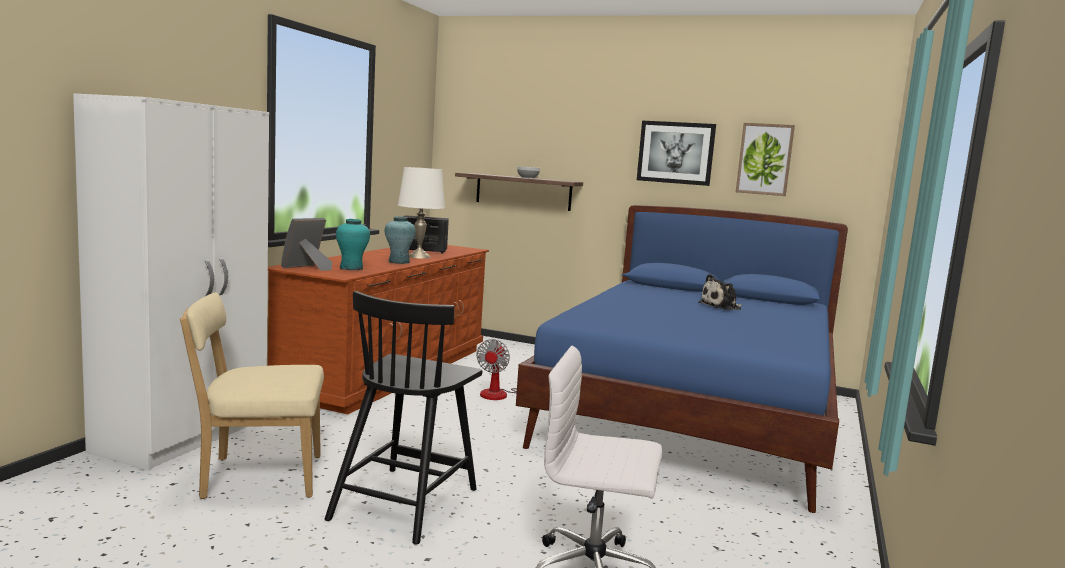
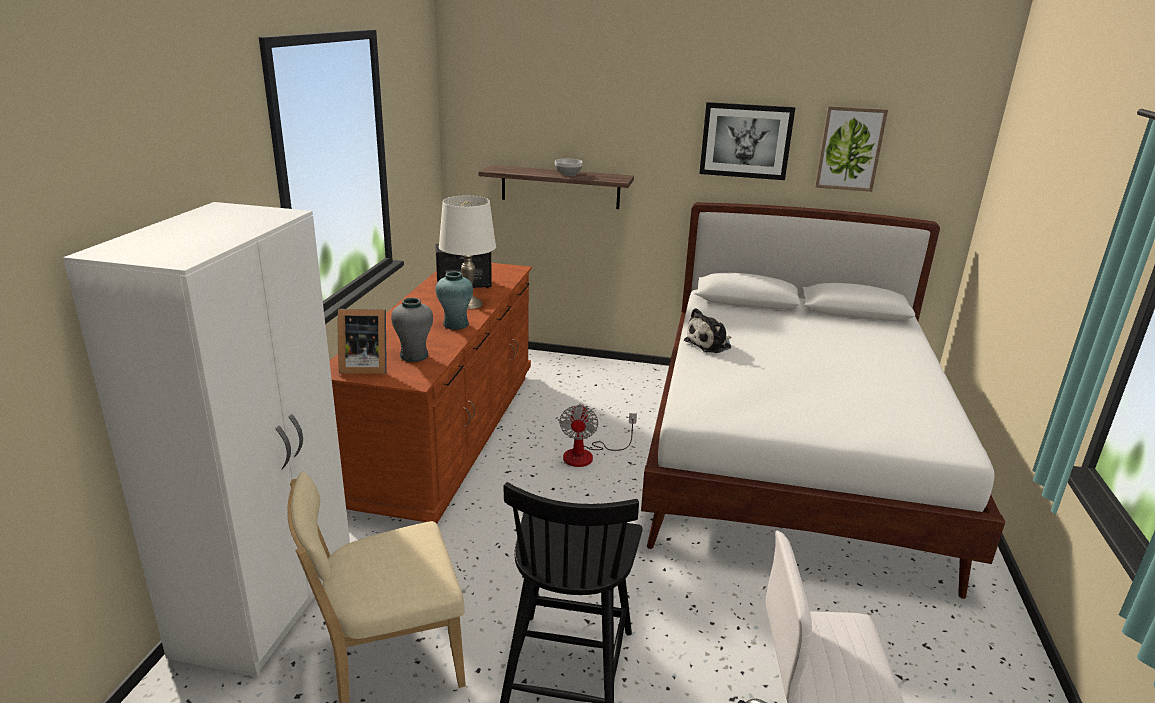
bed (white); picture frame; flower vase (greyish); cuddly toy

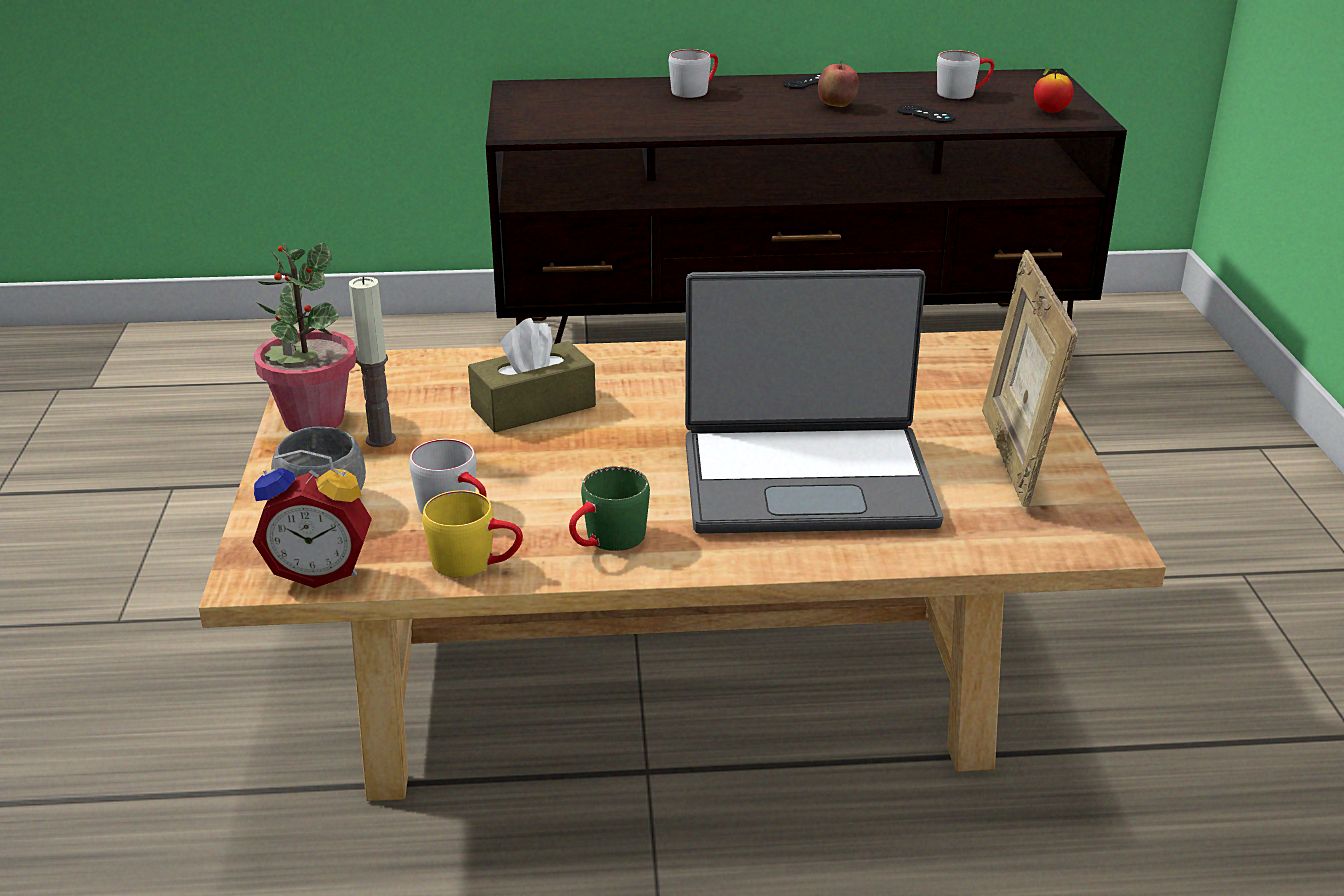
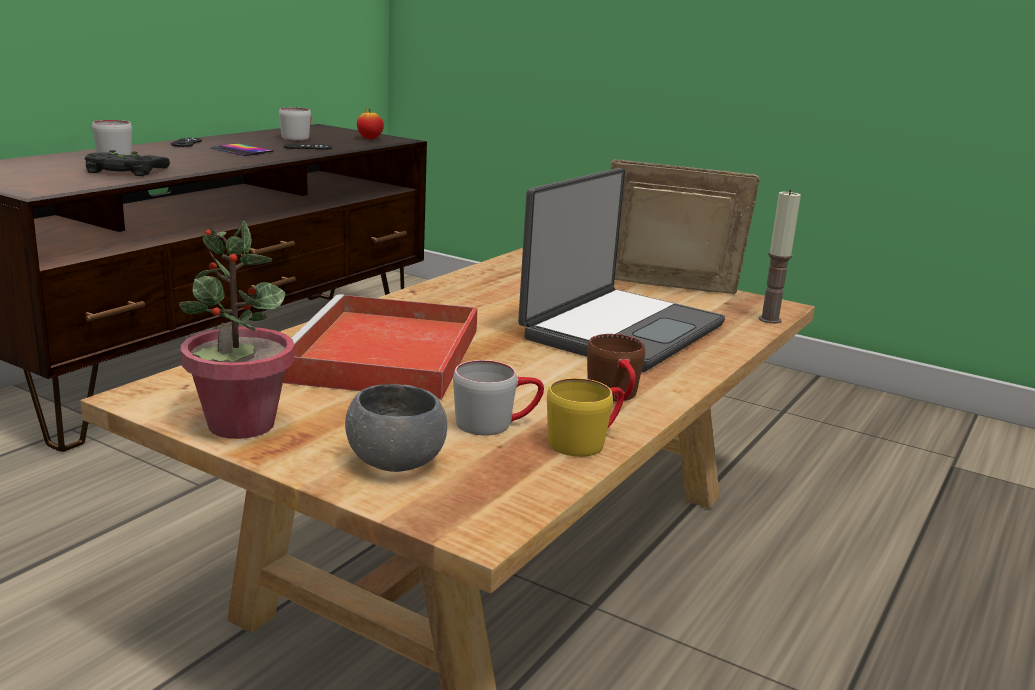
handset; picture frame; wax candle; serving tray (reddish); alarm clock; mug (brown); joypad (blackish) (no. 1 from left)

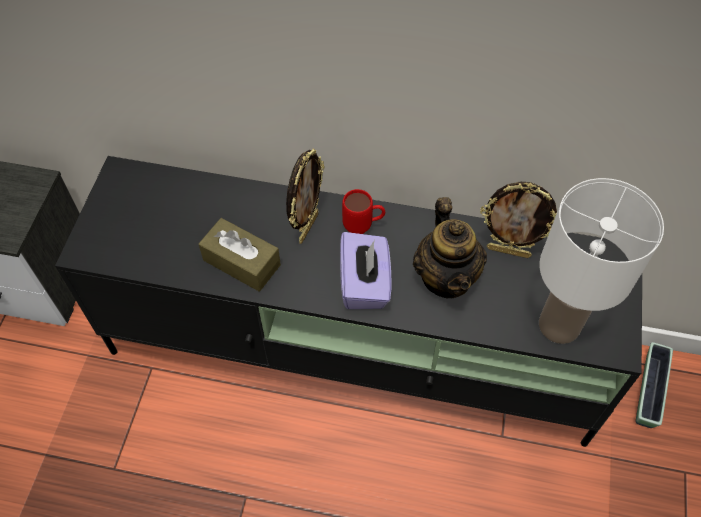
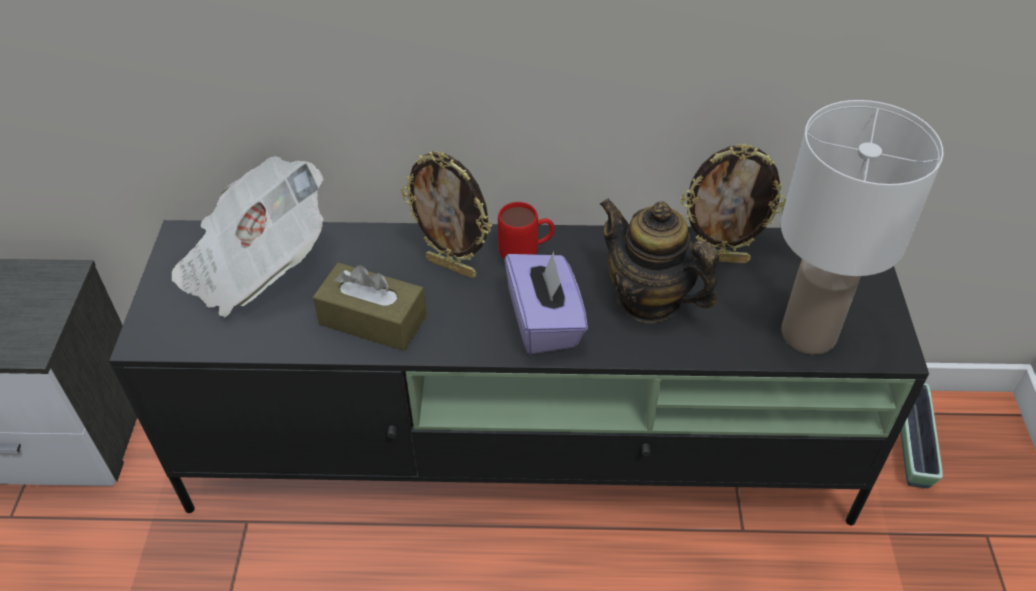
picture frame (no. 1 from left); tea pot; printed paper

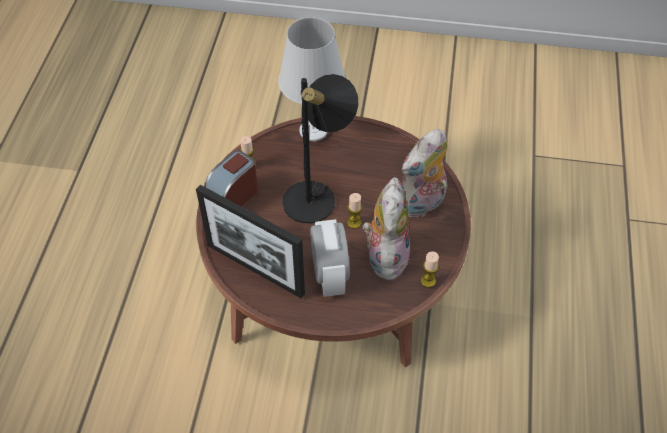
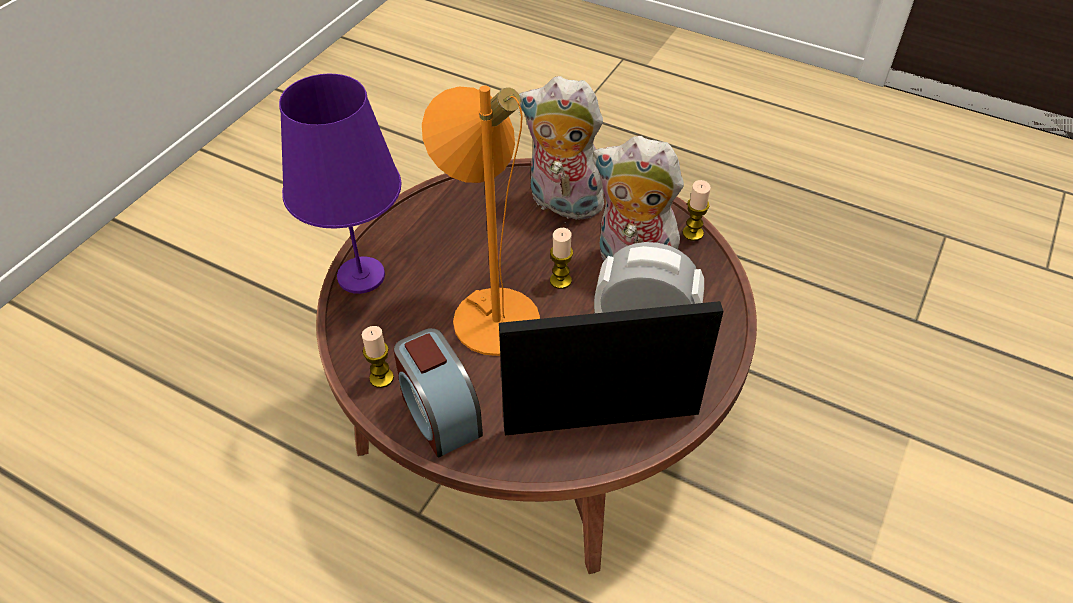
table lamp (purplish); table lamp (orange-coloured); cuddly toy (no. 1 from left); picture frame

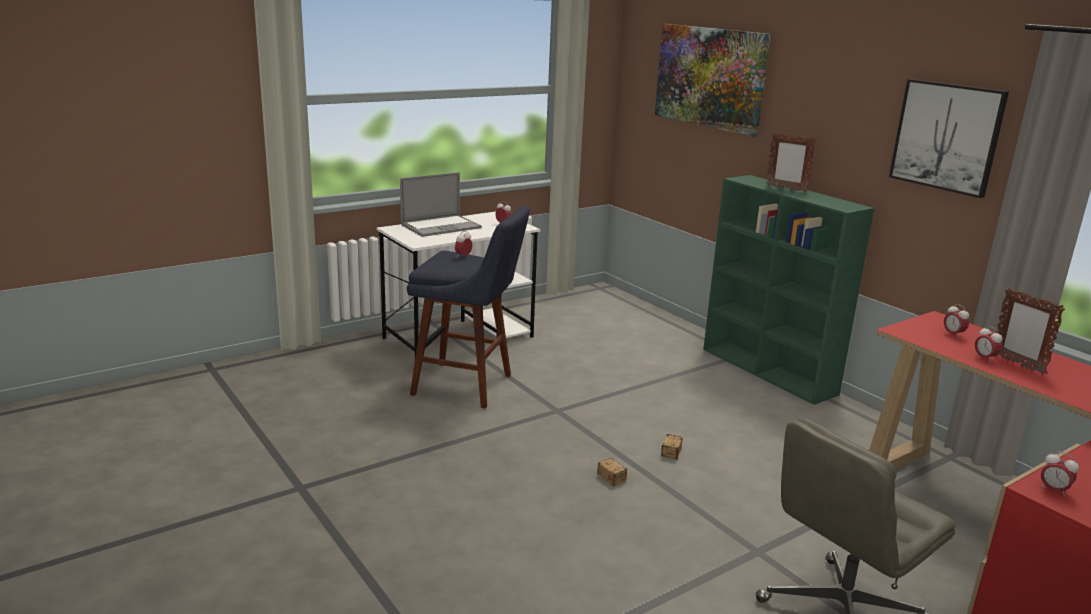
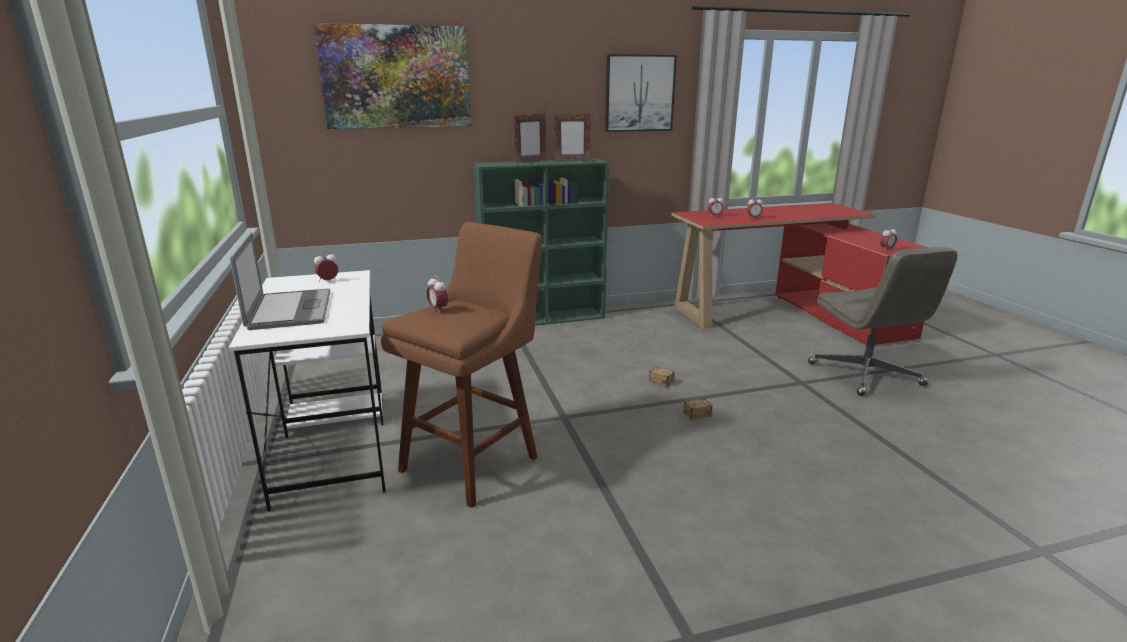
stool seat (brown); picture frame (no. 2 from left)

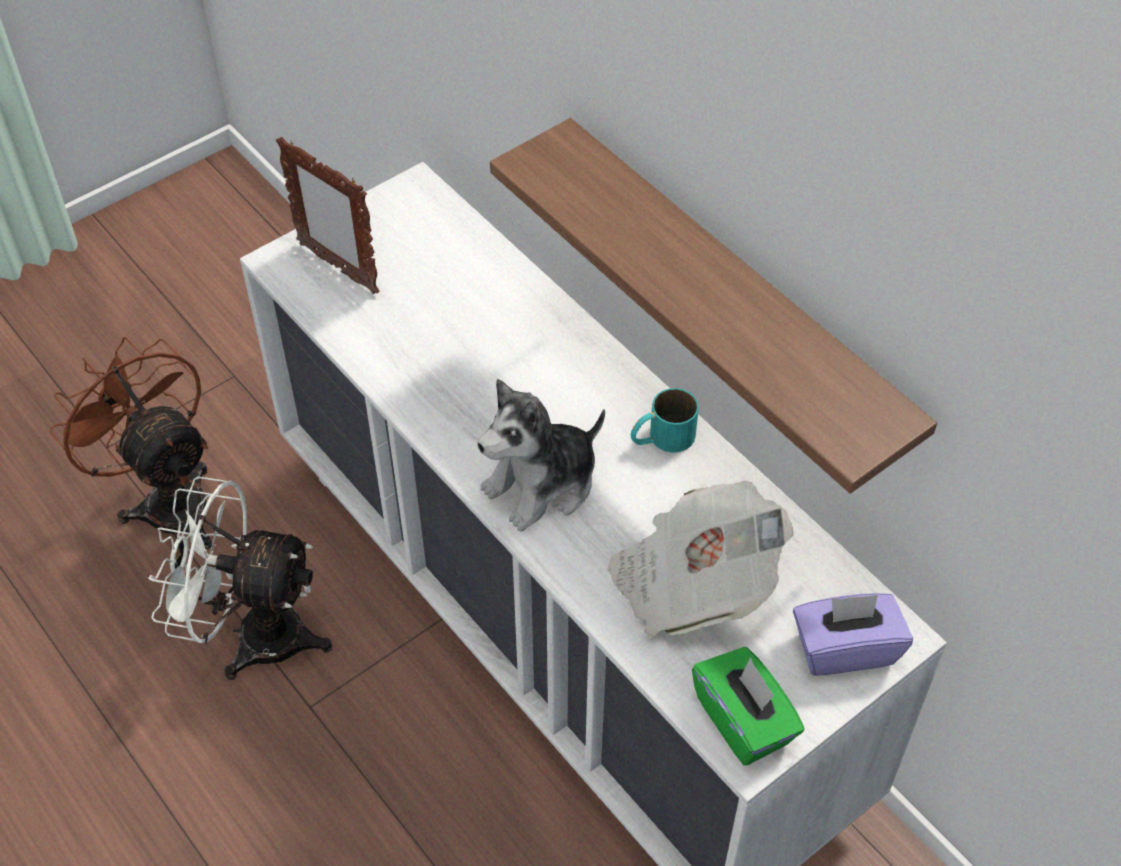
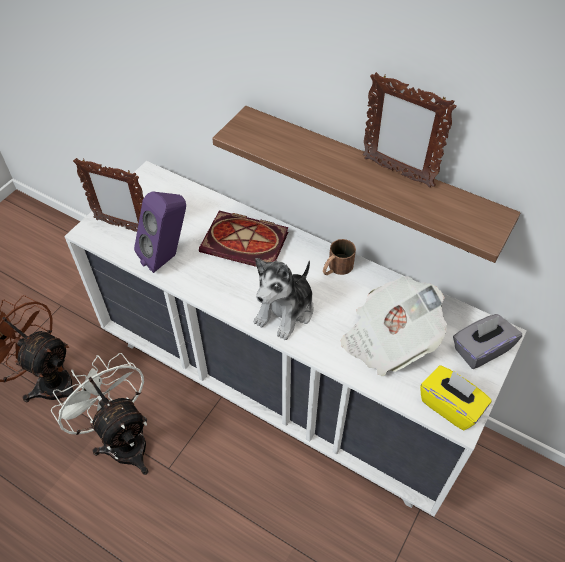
mug (brown); cooling fan (white); tissue holder (greyish); tissue holder (yellowish); picture frame (no. 2 from left); speaker (purplish); bound book

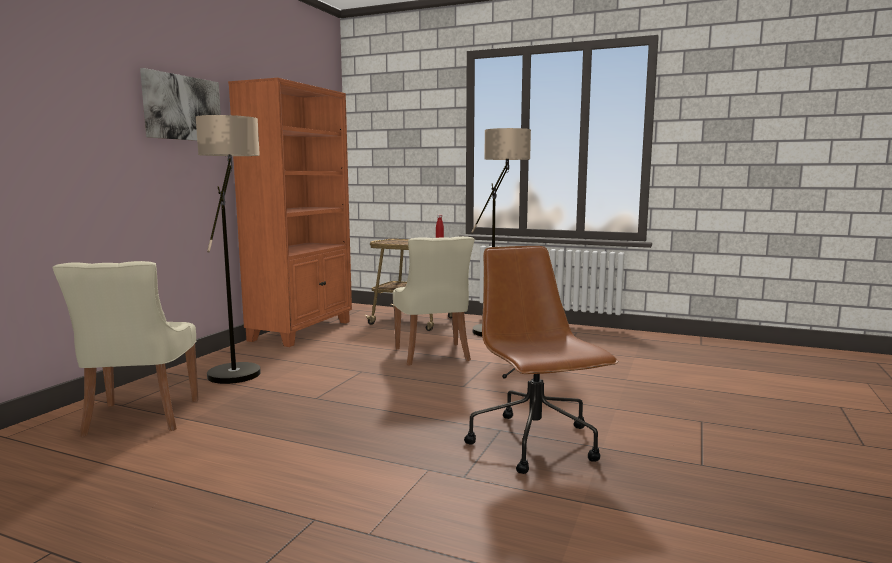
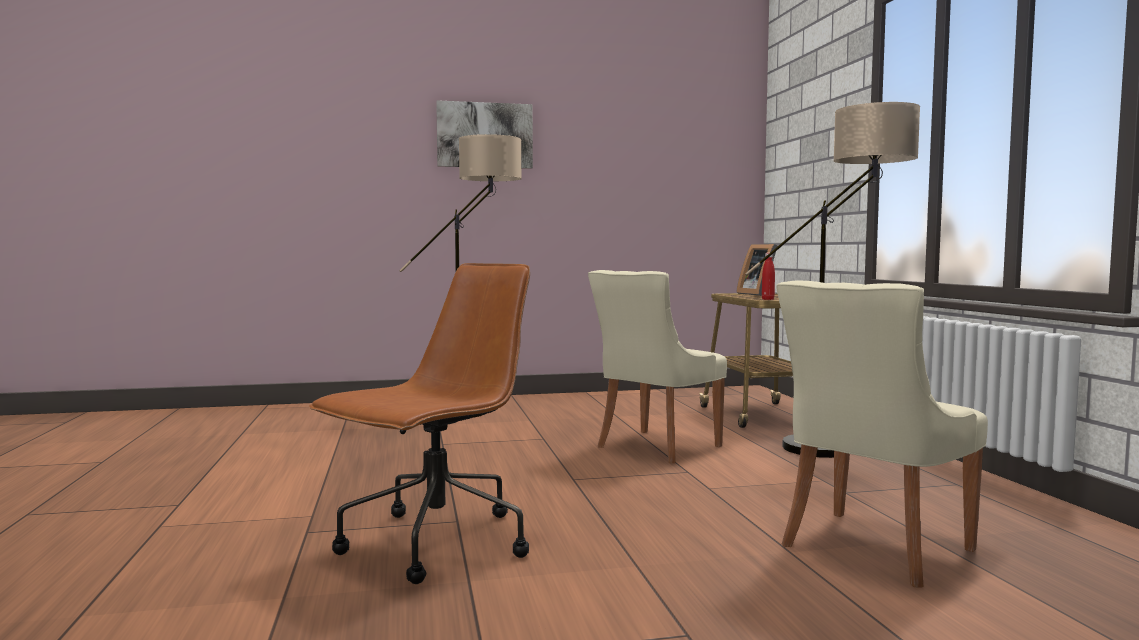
shelving unit (orange-coloured); plain chair (beige) (no. 2 from left); picture frame

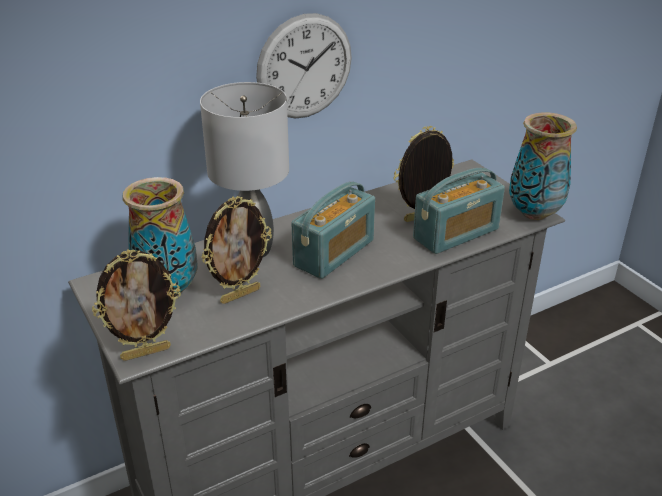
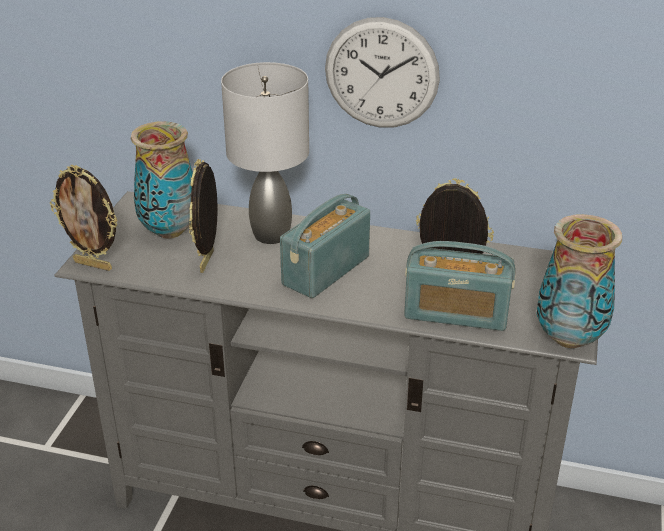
radio (no. 1 from left); picture frame (no. 2 from left)

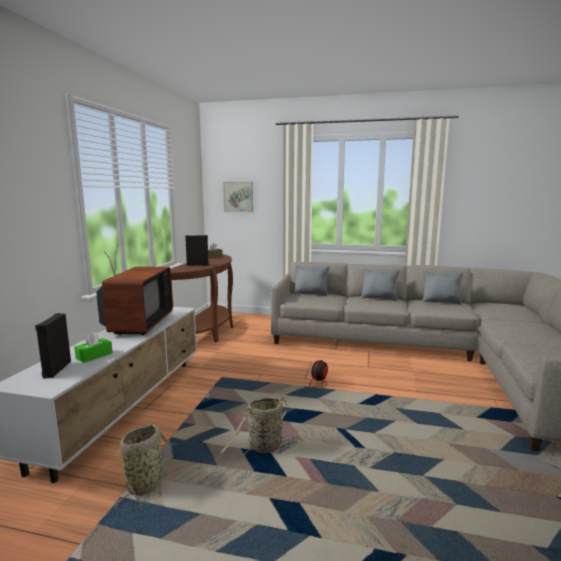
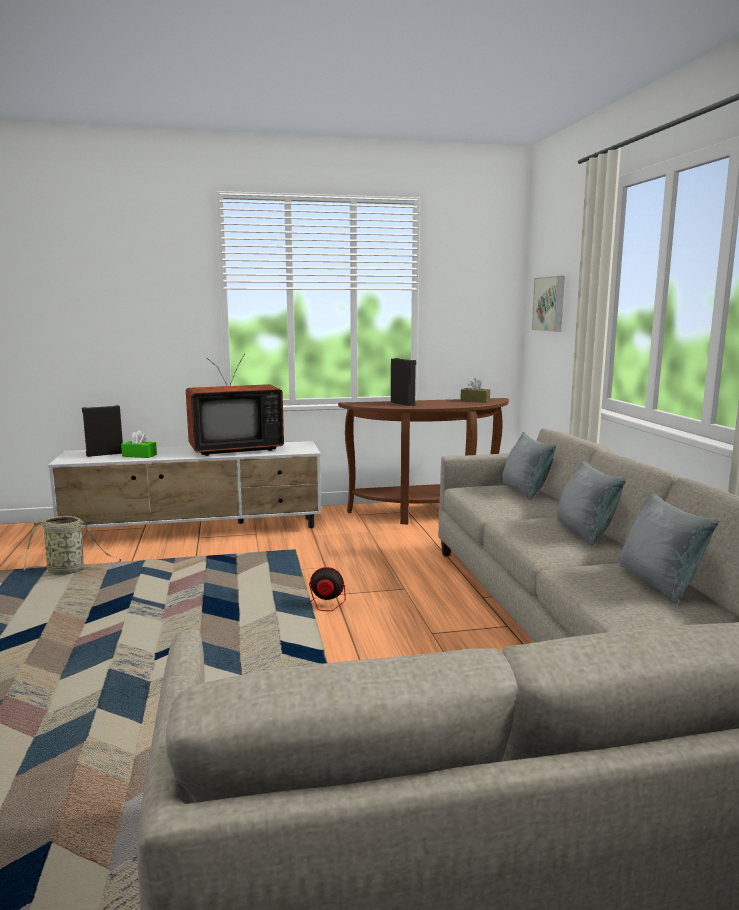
storage basket (no. 2 from left in the first image)

